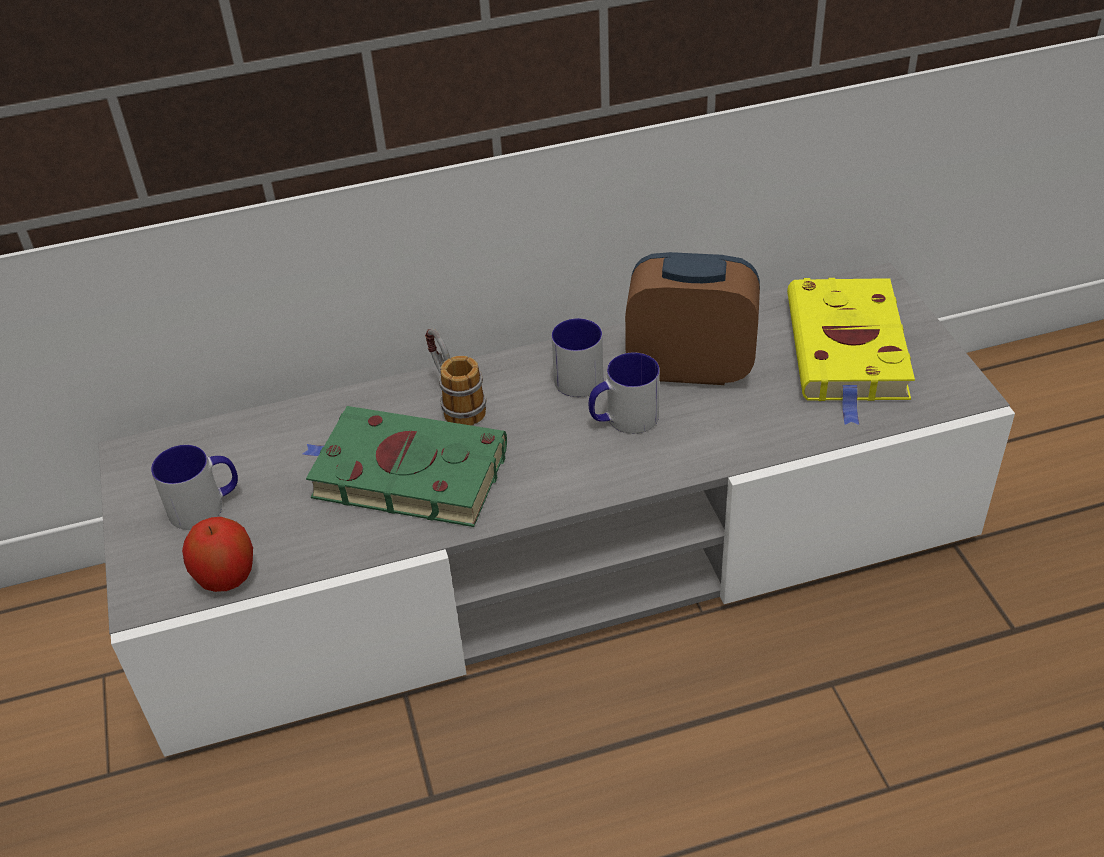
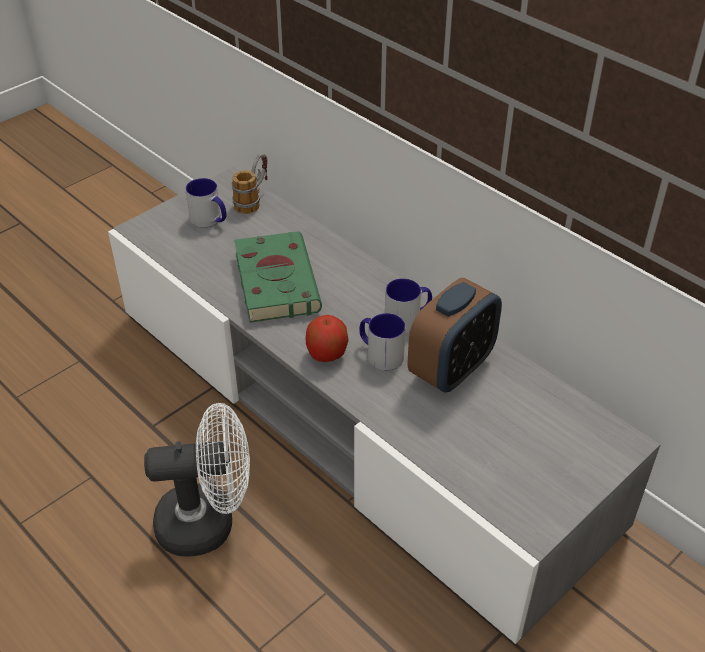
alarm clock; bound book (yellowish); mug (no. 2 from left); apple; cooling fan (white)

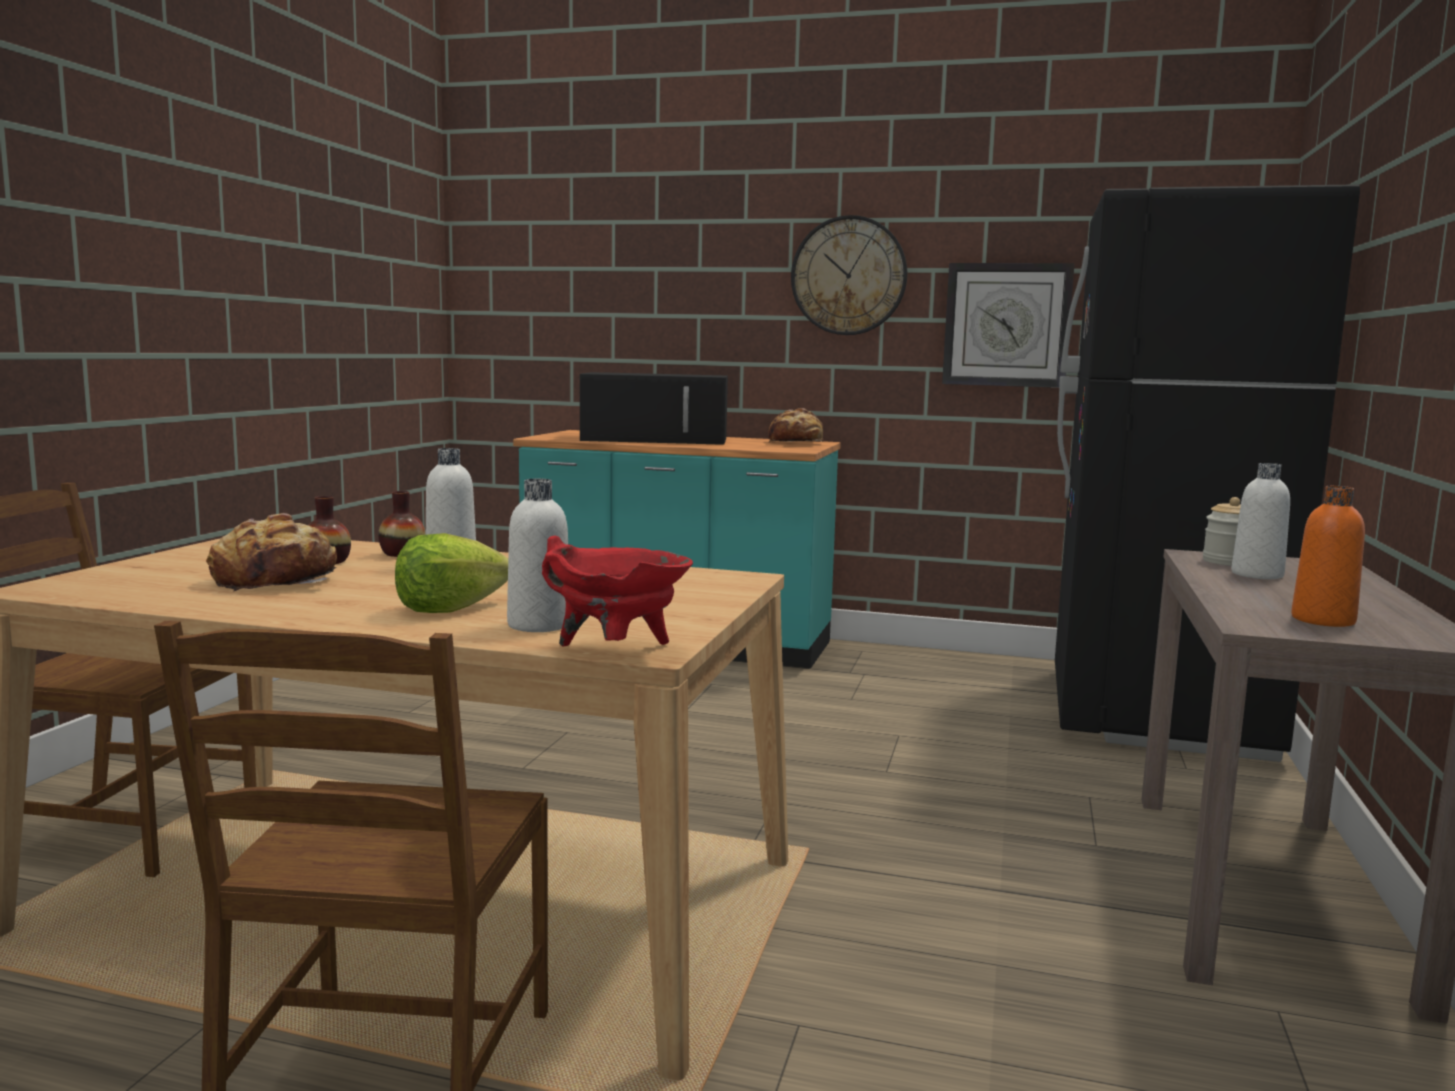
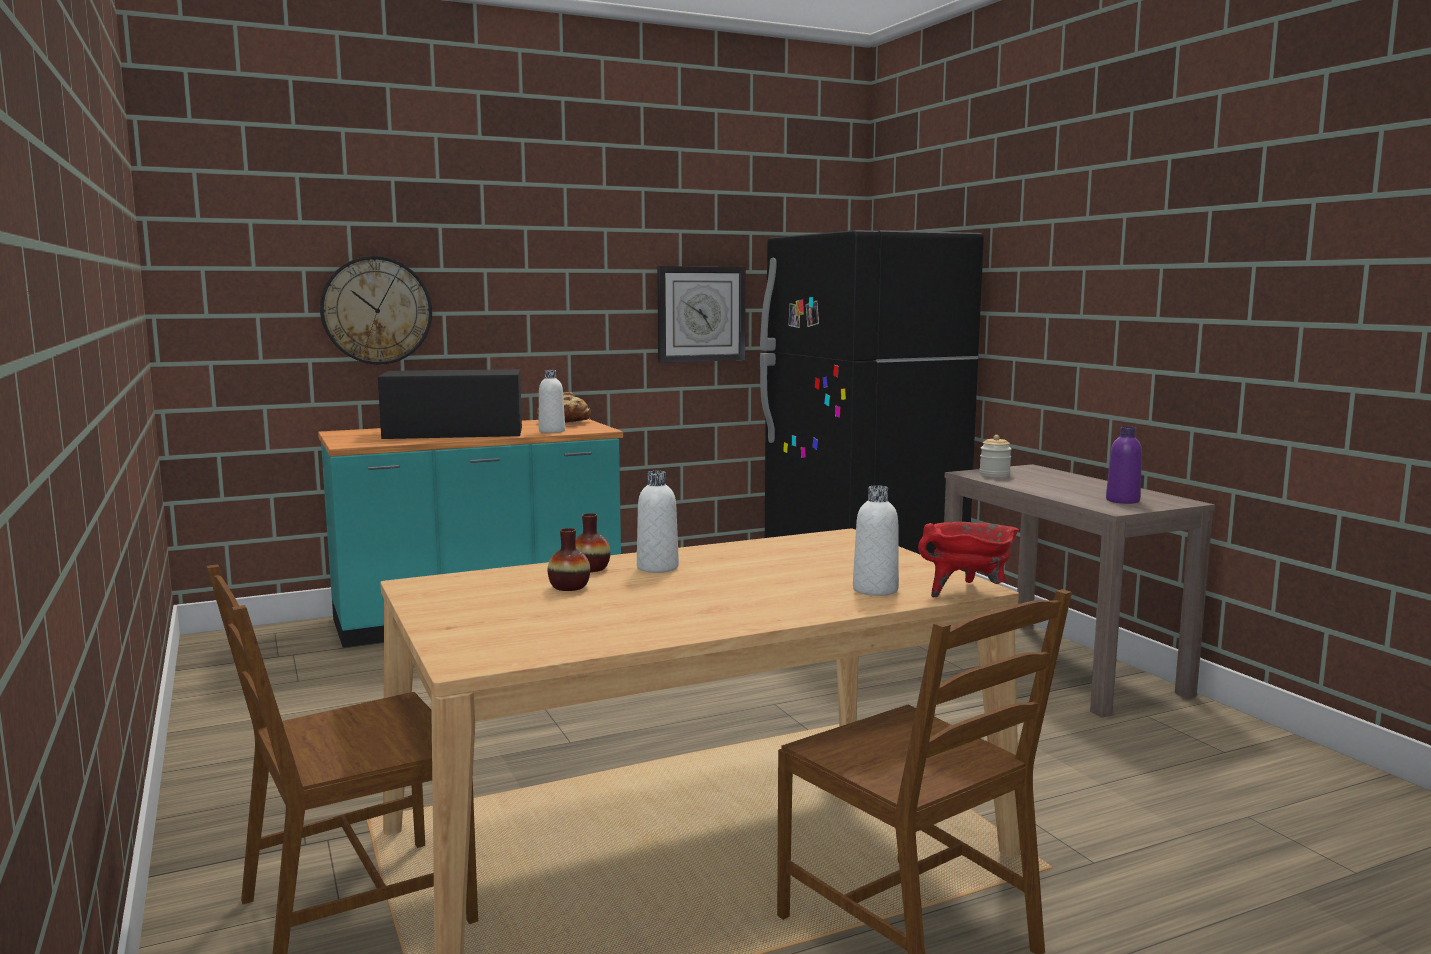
wall clock (no. 1 from left); microwave oven (blackish); bottle (white) (no. 1 from left); bottle (purplish); baked bread (no. 1 from left in the first image); head of lettuce

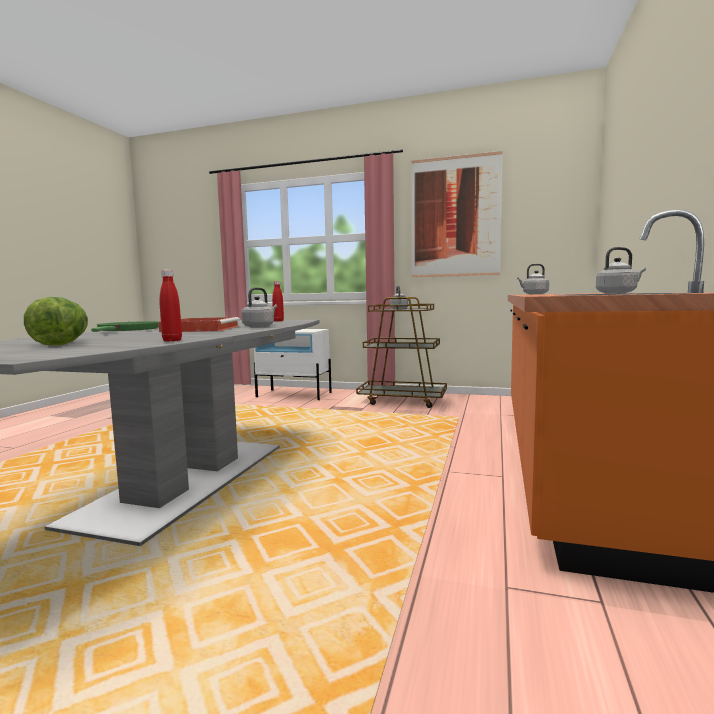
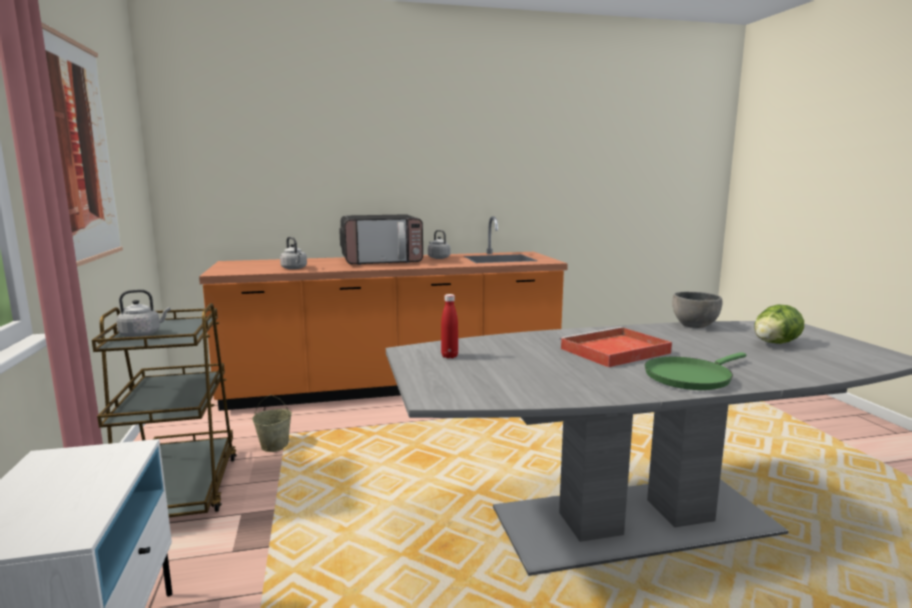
serving bowl (greyish); water kettle (greyish) (no. 1 from left in the first image); microwave oven; water bucket (beige)

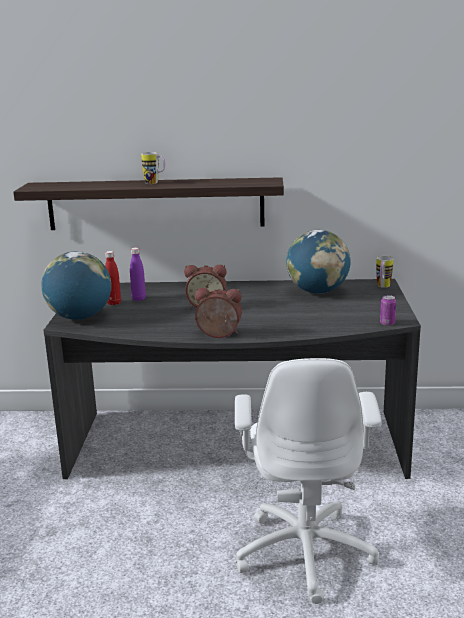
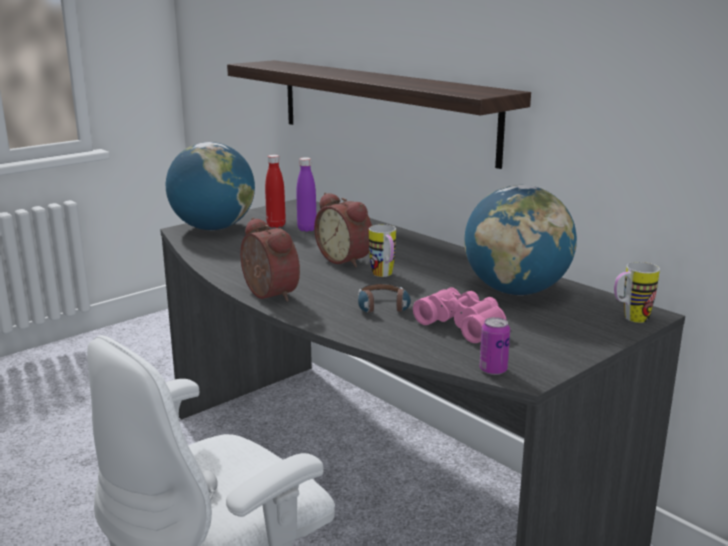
mug (no. 1 from left); headset; binoculars (pink)

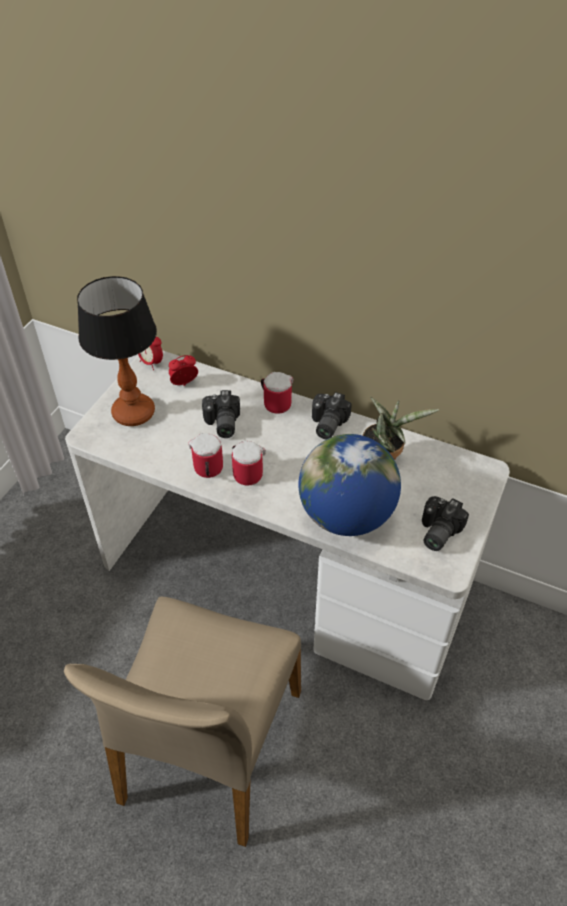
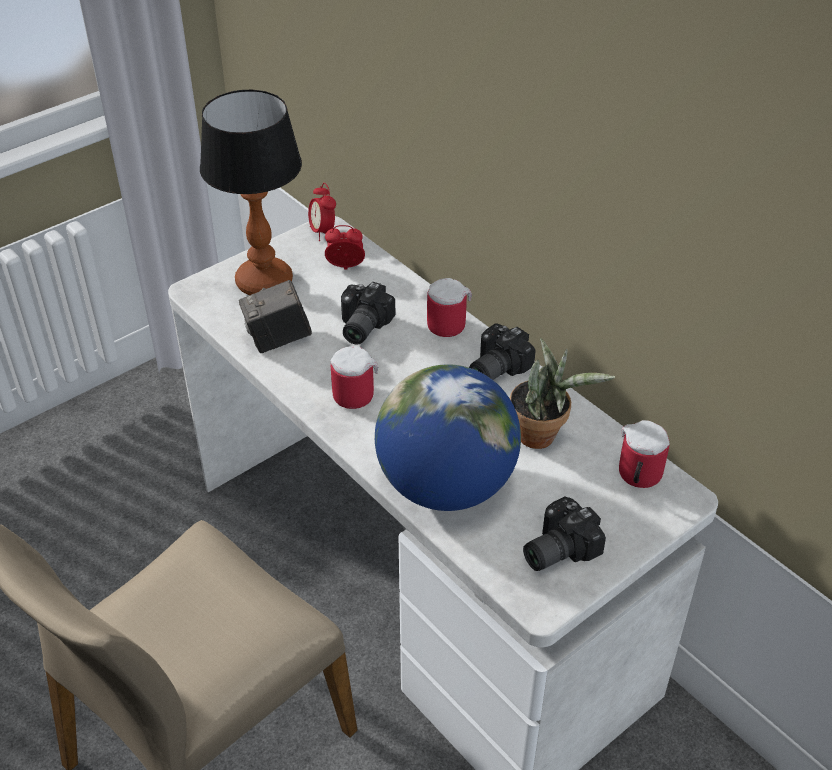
mug (no. 3 from left); photo camera (no. 1 from left)

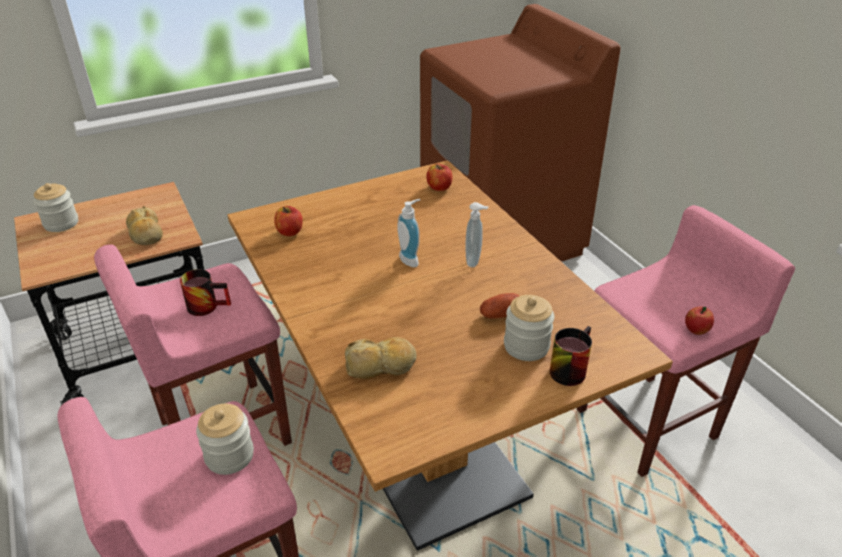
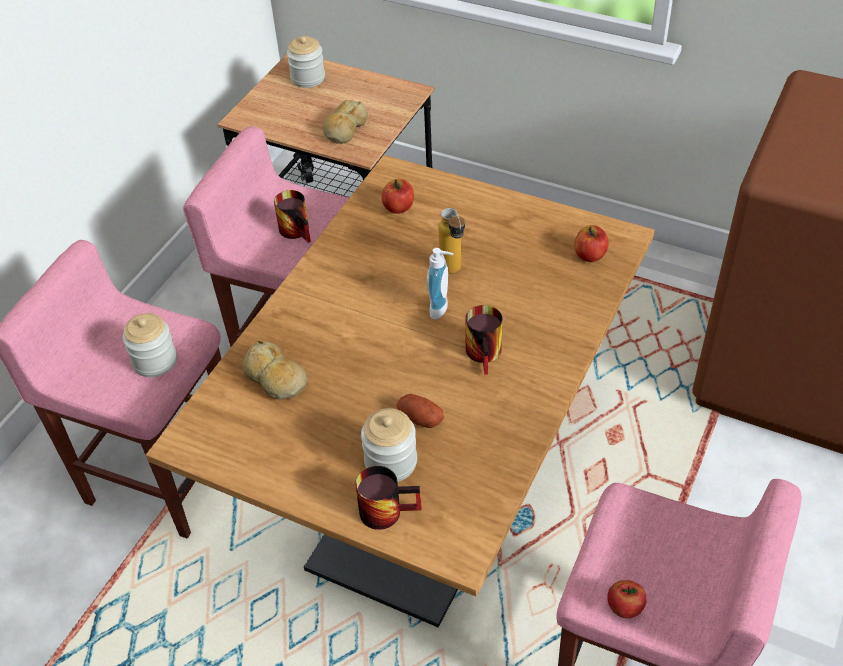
mug (no. 3 from left); bottle

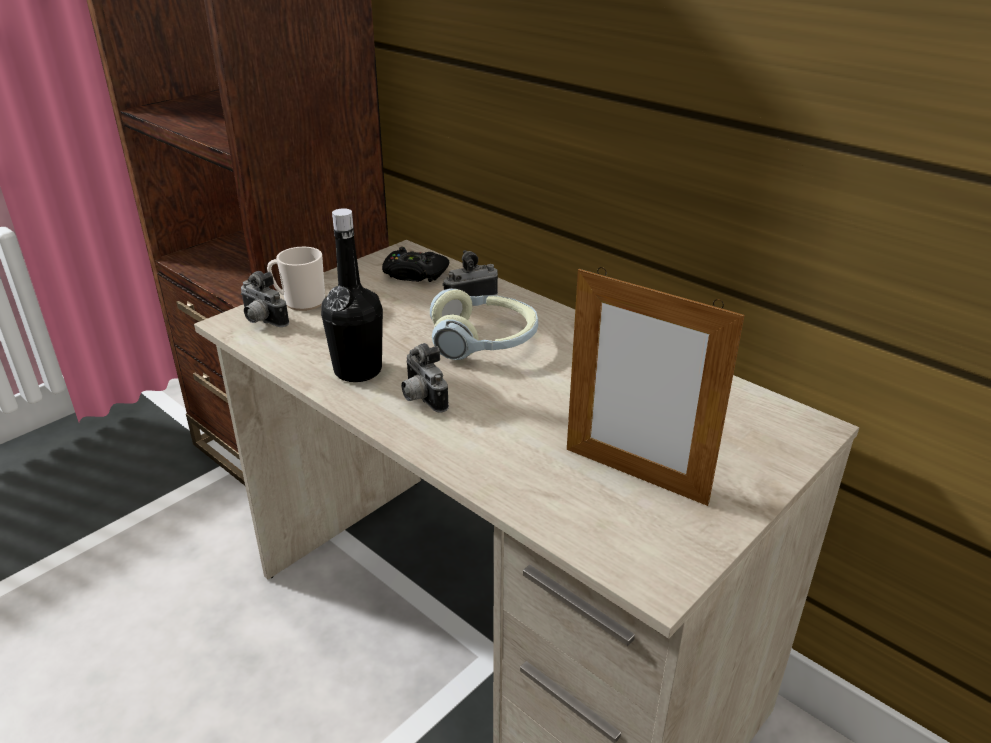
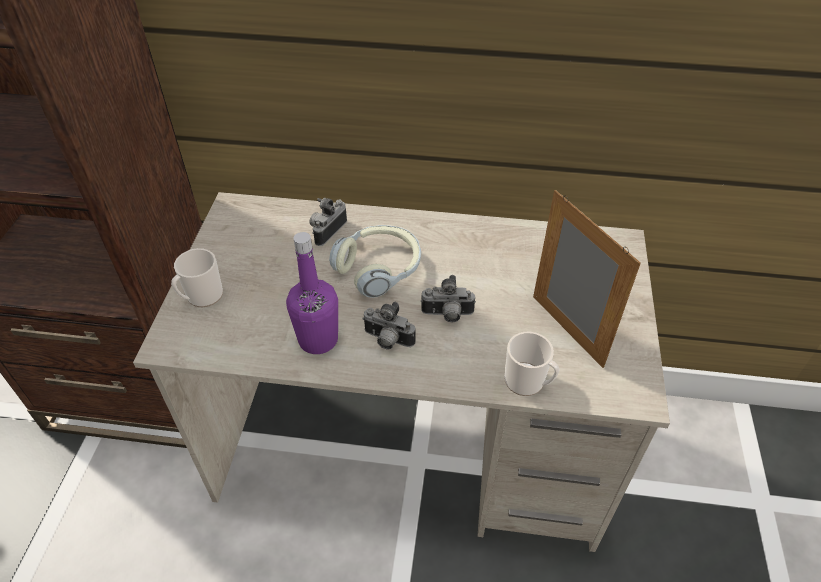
bottle (purplish); joypad (blackish); picture frame; photo camera (no. 3 from left); mug (no. 2 from left)

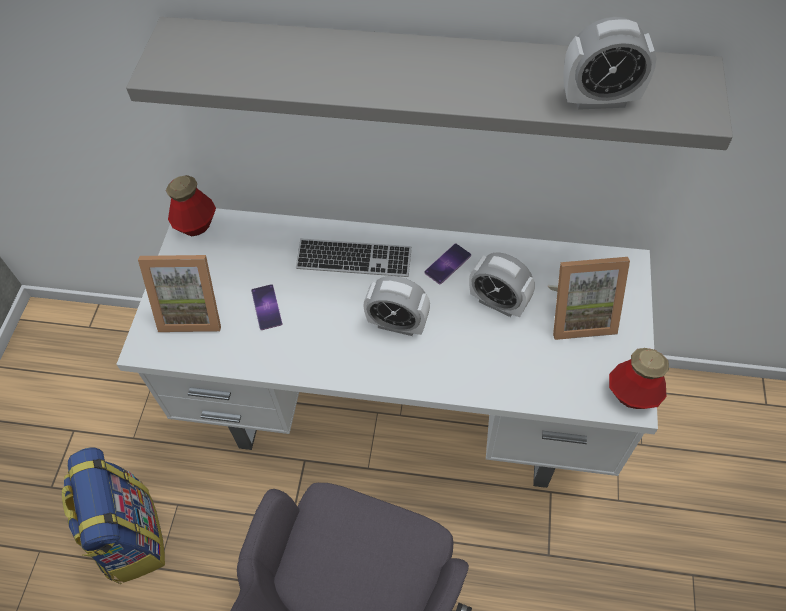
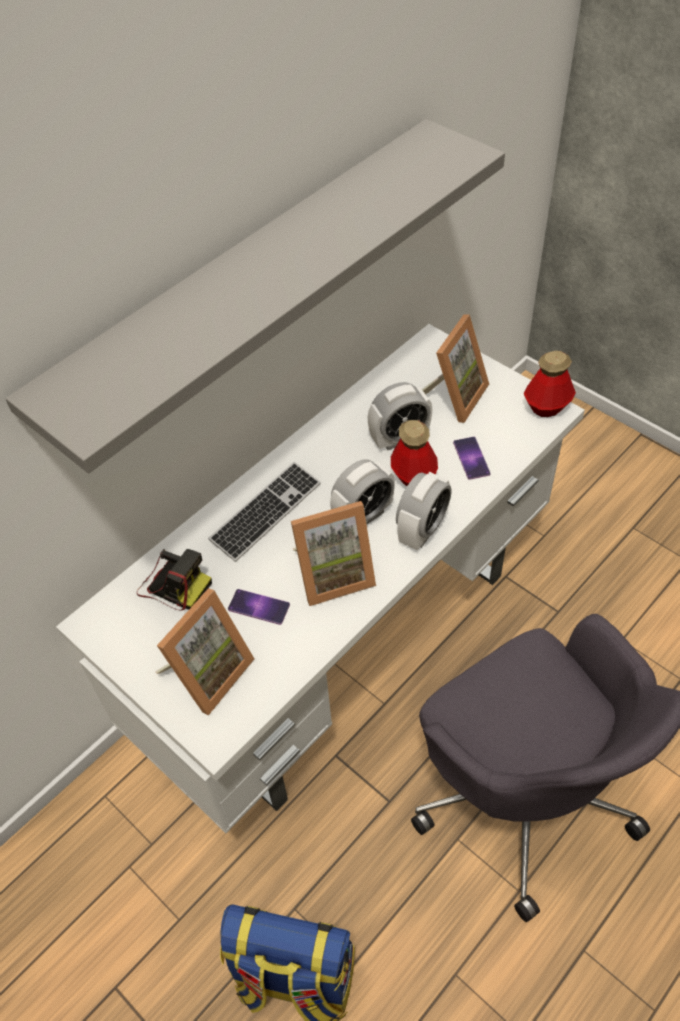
alarm clock (no. 3 from left); bottle (no. 1 from left); handset (no. 2 from left); picture frame (no. 2 from left); photo camera

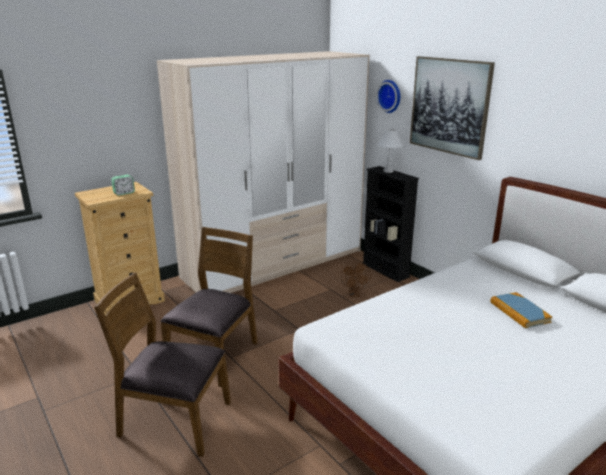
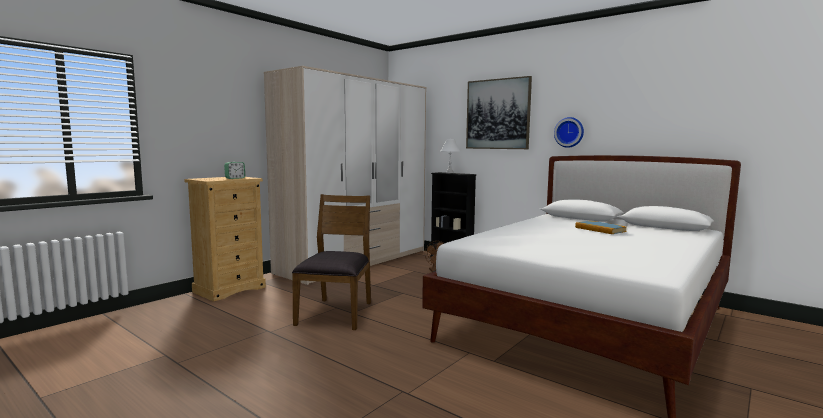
wall clock; plain chair (brown) (no. 1 from left in the first image)

